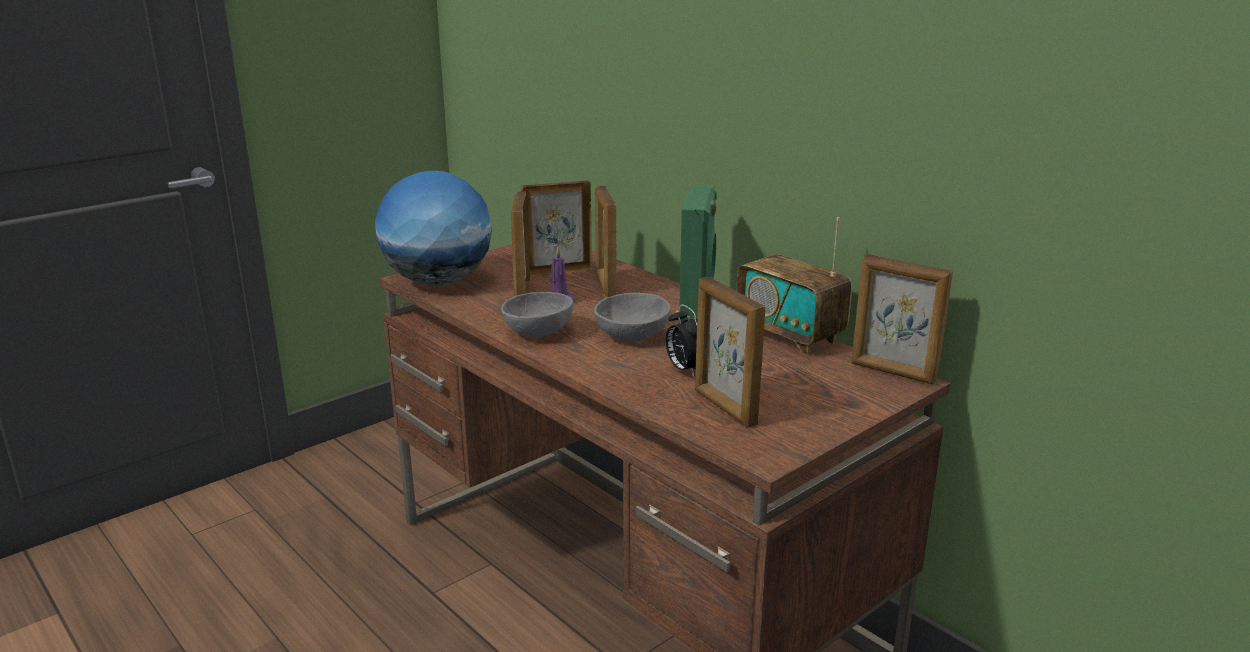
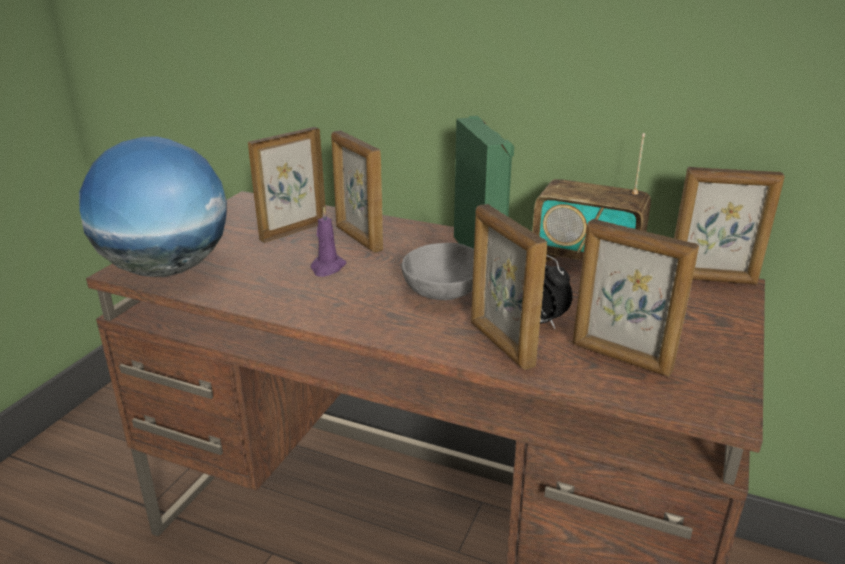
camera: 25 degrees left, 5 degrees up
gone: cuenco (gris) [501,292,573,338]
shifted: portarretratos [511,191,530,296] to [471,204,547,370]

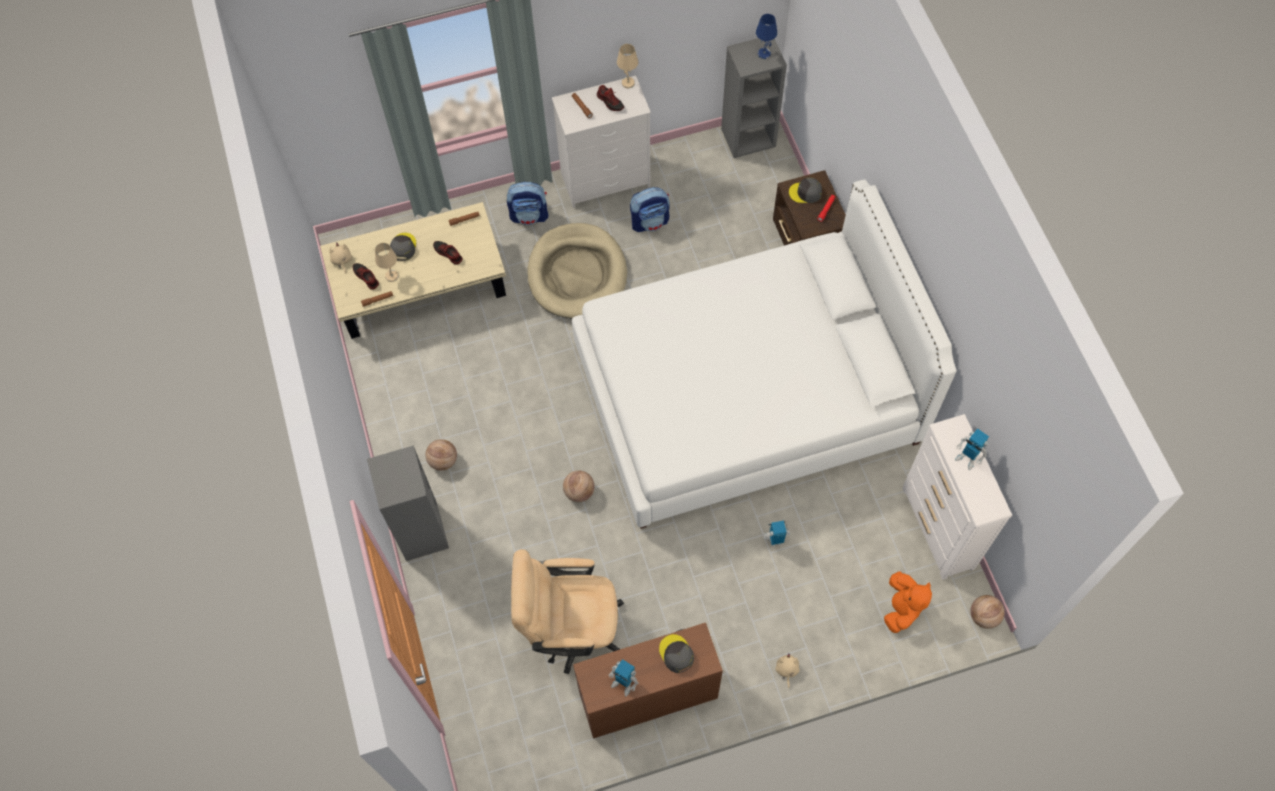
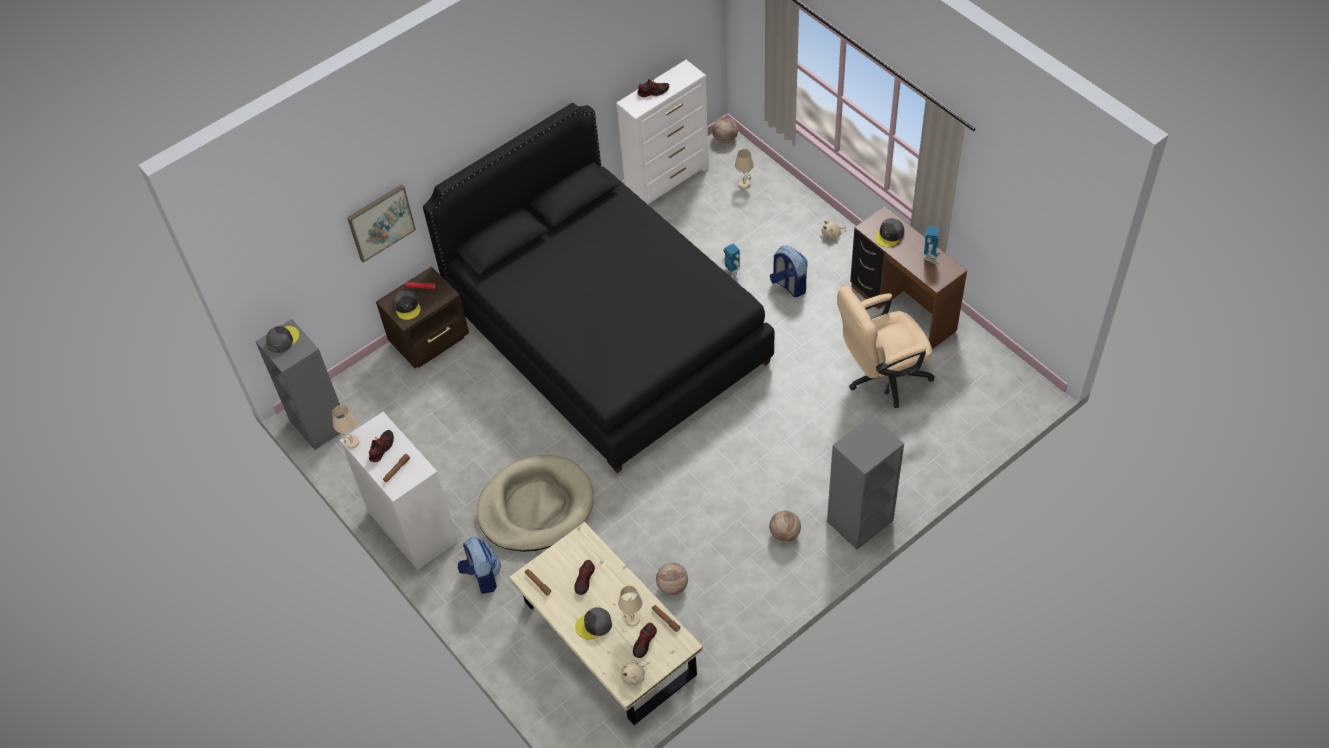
camera: 110 degrees left, 10 degrees down
new: cuadro [347,184,416,263]
shifted: balón de baloncesto [563,471,595,502] to [656,563,688,595]; mochila [630,187,670,232] to [770,245,808,297]
swapped: lámpara de mesa (azul) [756,14,777,59] to gorra (gris) [266,326,299,353]; peluche (naranja) [884,571,932,633] to lámpara de mesa (beis) [735,149,754,189]; robot de juguete [955,428,989,470] to zapato [637,79,669,97]
repainted: cama (blanco) [572,180,957,529] to cama (negro) [423,103,775,473]
rotated: silla de oficina (beis) [511,549,624,674] = [837,285,935,408] 90 degrees clockwise

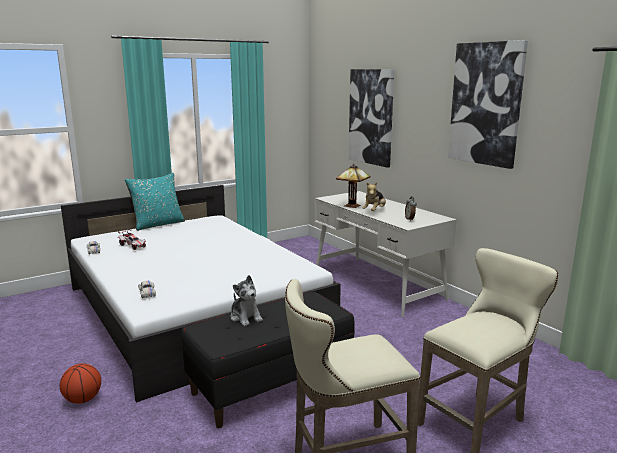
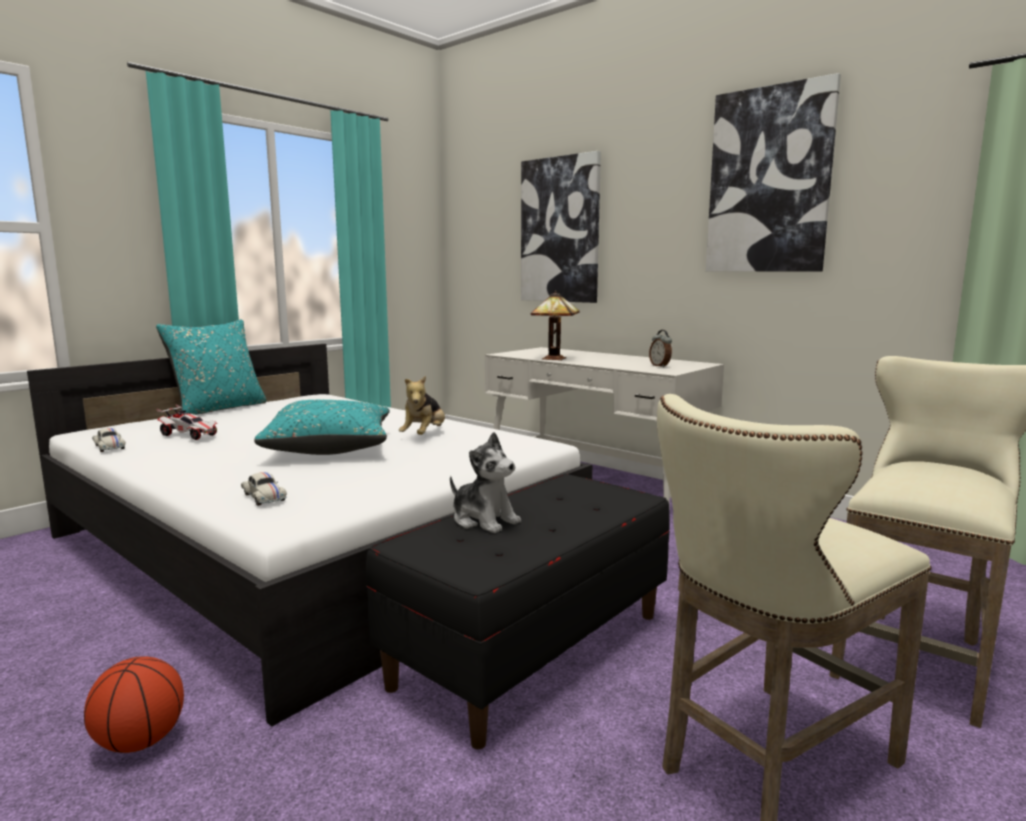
camera: 15 degrees left, 5 degrees down
new: cojín (turquesa) [254,400,390,455]
shifted: peluche [362,182,386,211] to [399,376,445,435]

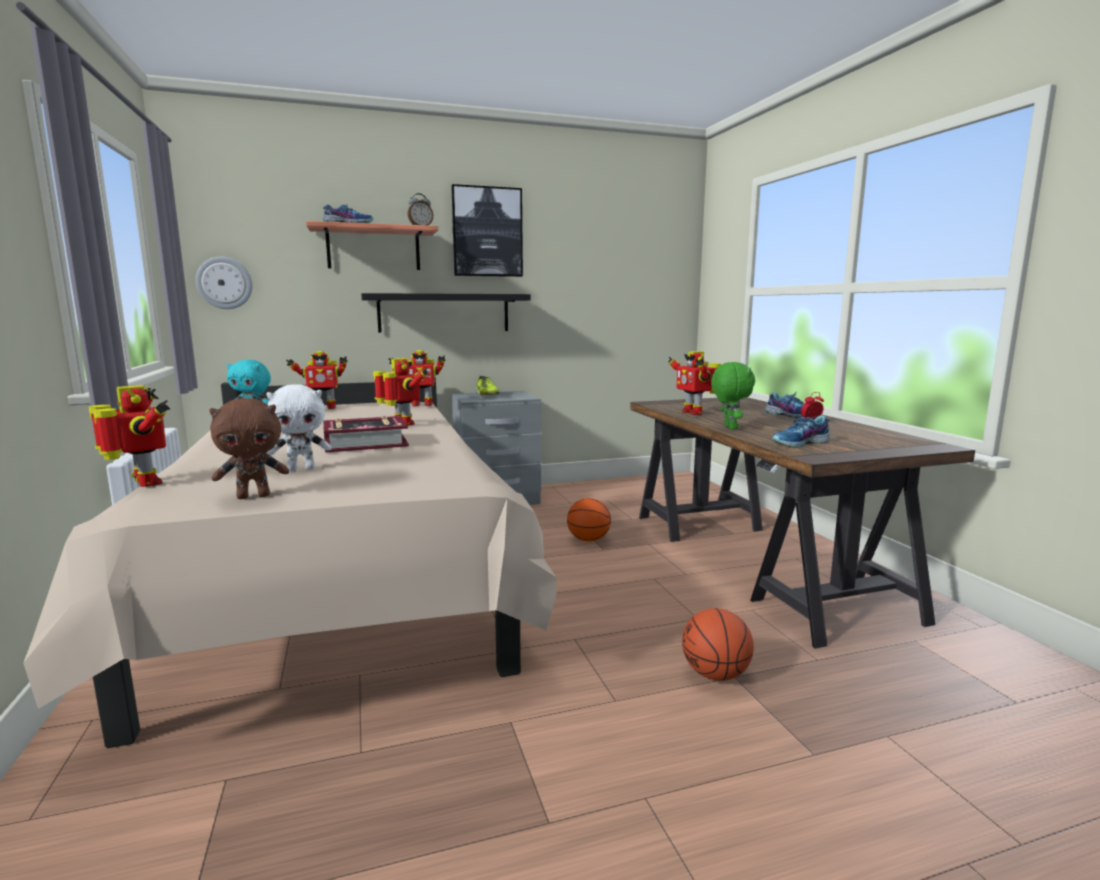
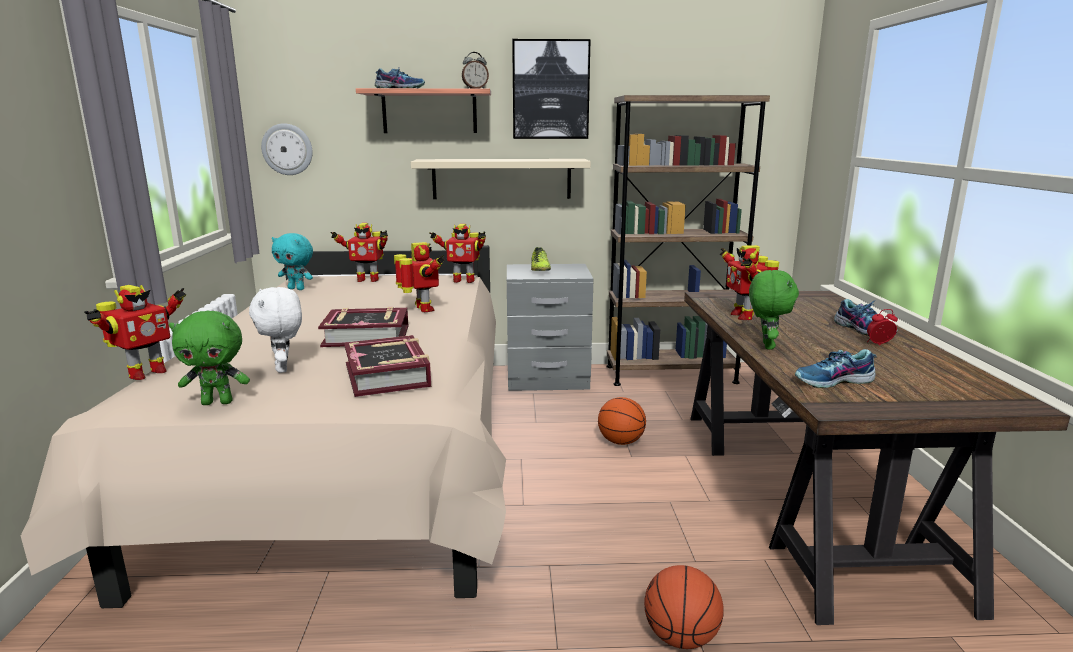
camera: 15 degrees right, 5 degrees up
new: libro [344,335,431,397]; estantería (marrón) [606,95,770,386]
repainted: peluche (marrón) [209,398,289,499] to peluche (verde) [169,311,250,405]; estante (negro) [361,293,531,333] to estante (beis) [411,159,591,199]
rotated: robot de juguete [89,385,170,487] = [84,285,186,380] 60 degrees clockwise; peluche (blanco) [266,384,331,471] = [249,287,302,373] 75 degrees clockwise

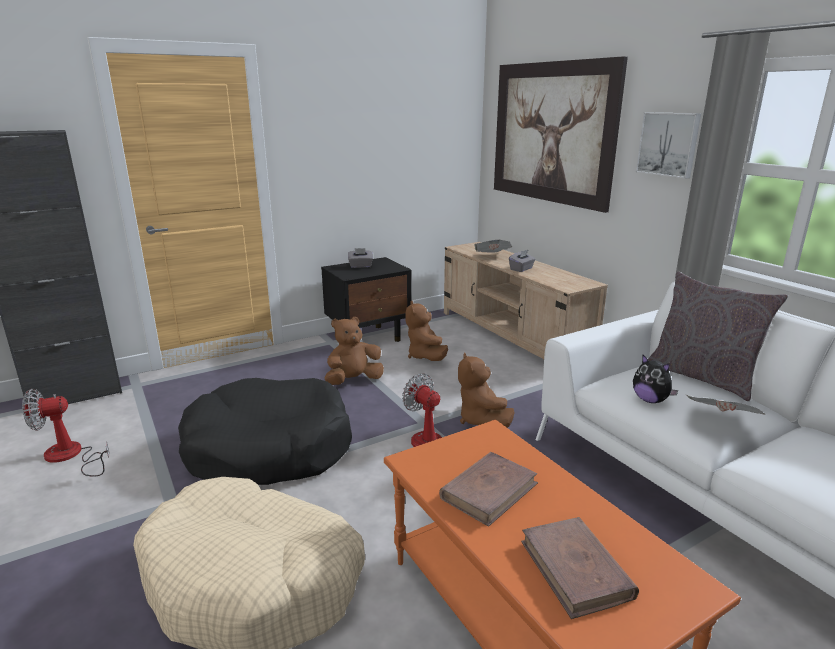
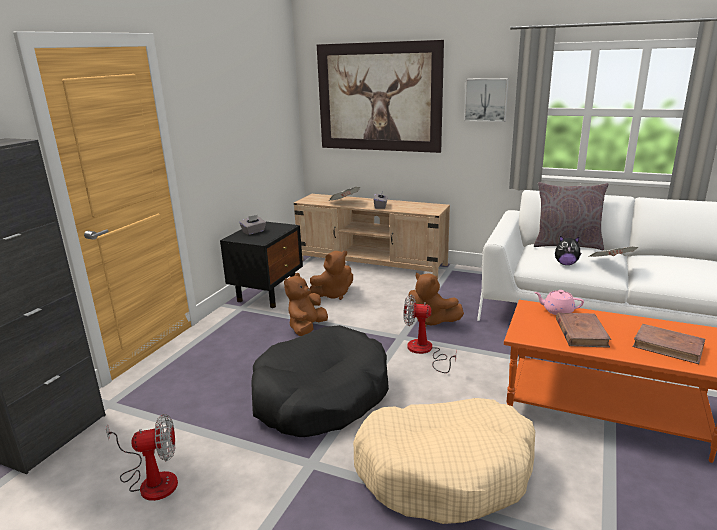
camera: 35 degrees left, 0 degrees up
new: tetera (rosa) [534,290,584,315]
rotated: ventilador [22,389,110,477] = [106,414,178,501] 135 degrees counterclockwise; peluche (marrón) [405,301,448,361] = [310,251,353,300] 75 degrees counterclockwise

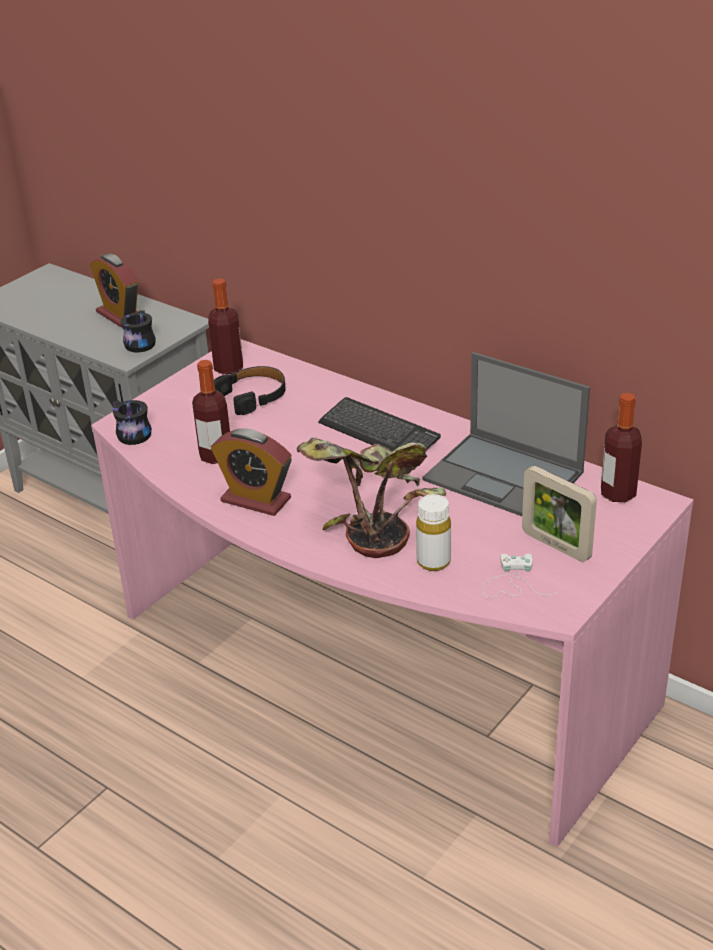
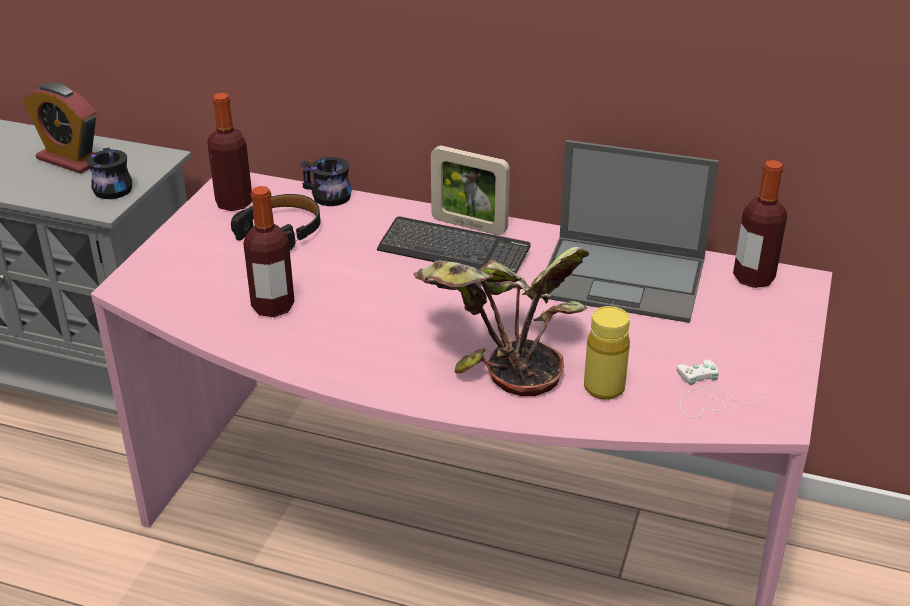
camera: 20 degrees left, 0 degrees up
gone: despertador [211,428,292,516]
shifted: taza grande (negro) [113,400,152,445] to [300,157,352,206]; portarretratos [522,466,597,562] to [431,146,510,235]
repainted: botella (blanco) [416,494,451,571] to botella (amarillo) [584,306,630,400]

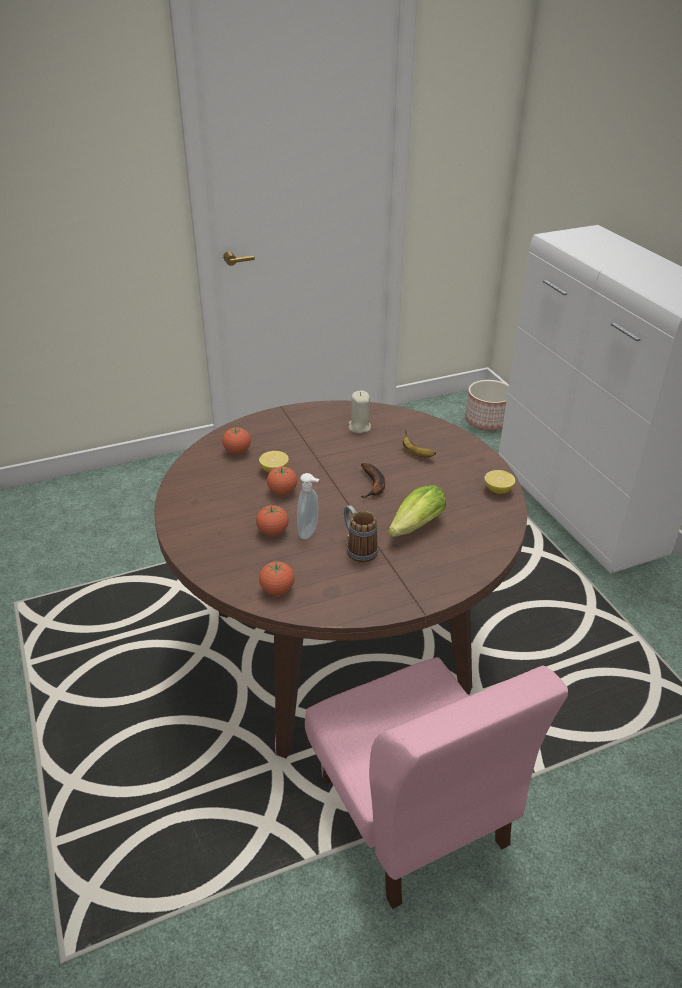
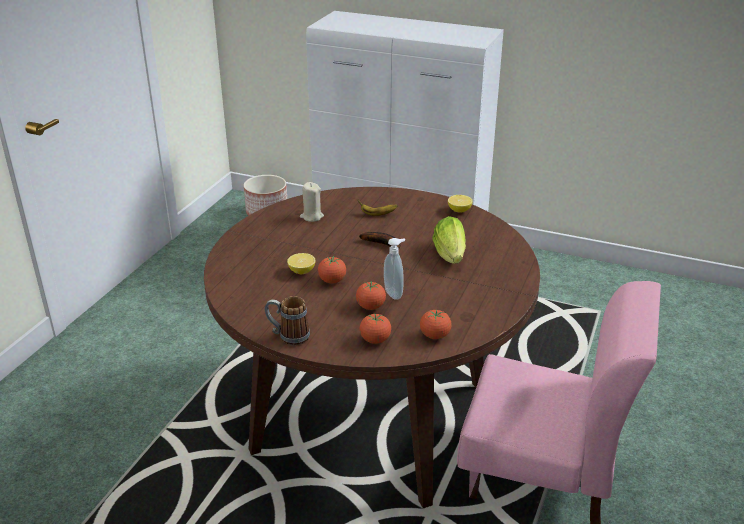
camera: 45 degrees left, 5 degrees down
shifted: tomate [222,427,251,454] to [360,313,391,344]; taza grande [344,505,378,563] to [265,296,310,345]

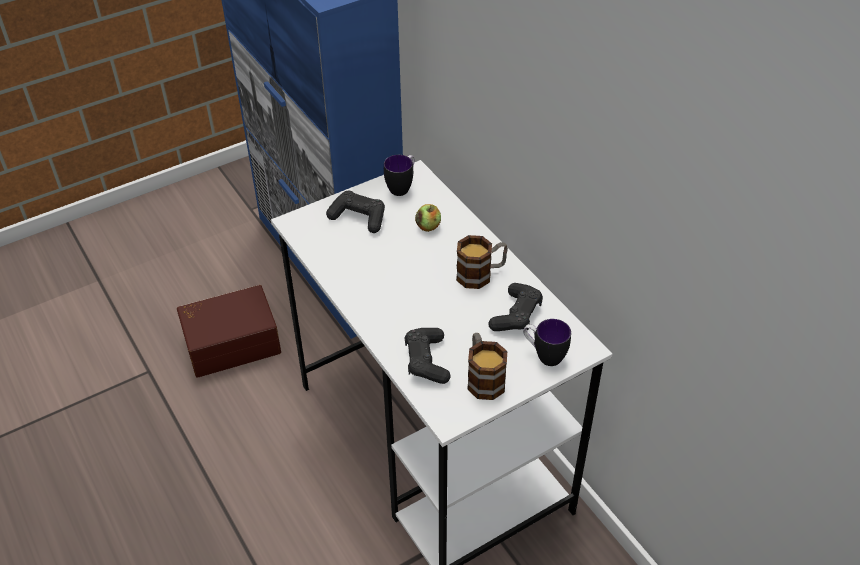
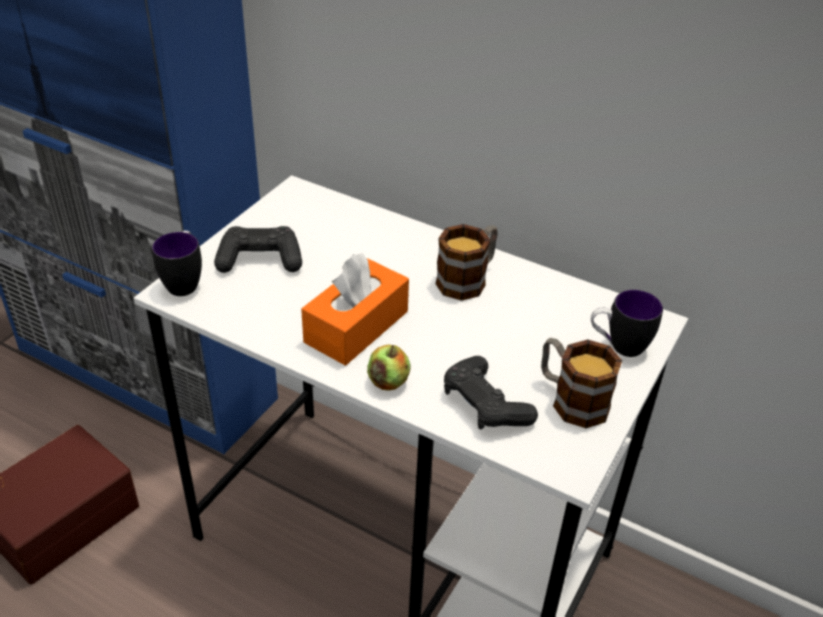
camera: 30 degrees left, 5 degrees down
gone: mando de consola (negro) [488,283,543,331]
new: caja de pañuelos (naranja) [301,253,409,366]
shifted: taza grande [384,155,415,196] to [152,231,202,296]; manzana [415,204,441,232] to [367,345,411,391]

